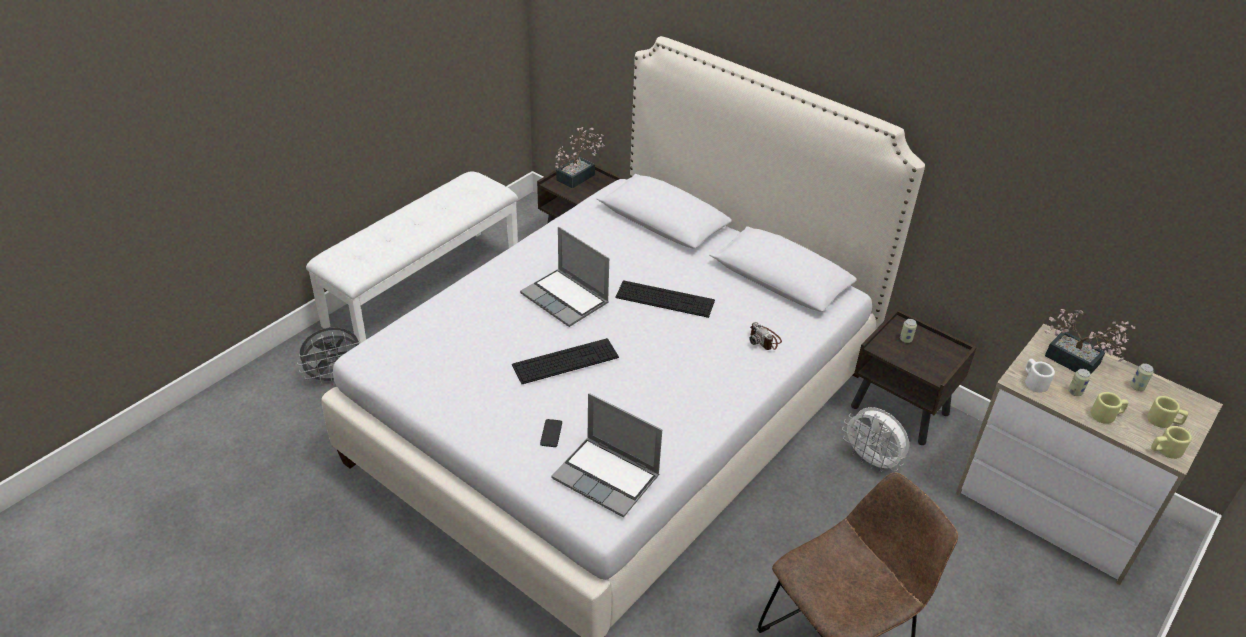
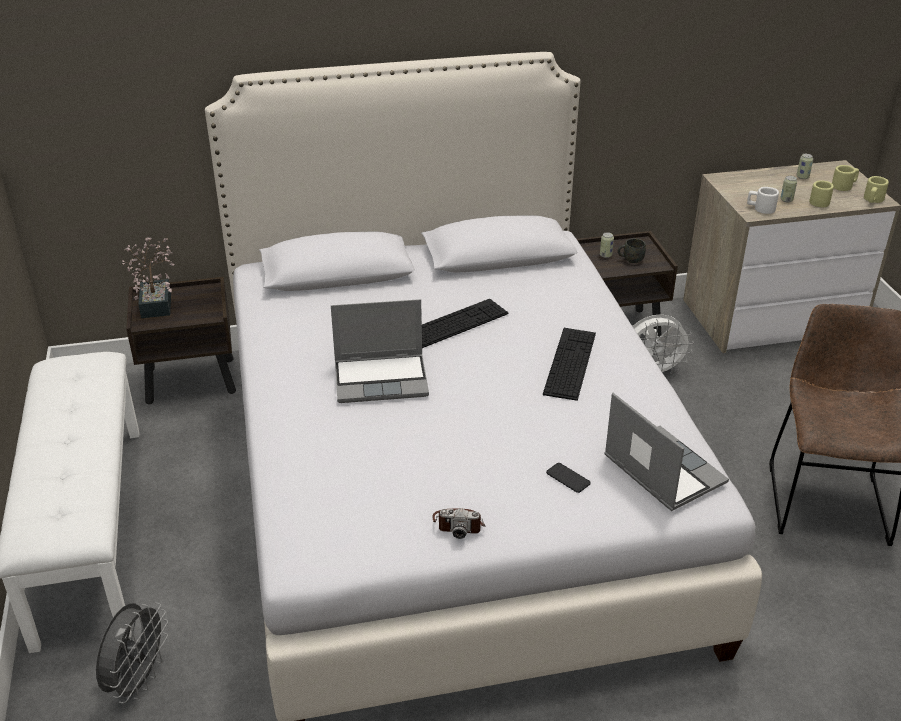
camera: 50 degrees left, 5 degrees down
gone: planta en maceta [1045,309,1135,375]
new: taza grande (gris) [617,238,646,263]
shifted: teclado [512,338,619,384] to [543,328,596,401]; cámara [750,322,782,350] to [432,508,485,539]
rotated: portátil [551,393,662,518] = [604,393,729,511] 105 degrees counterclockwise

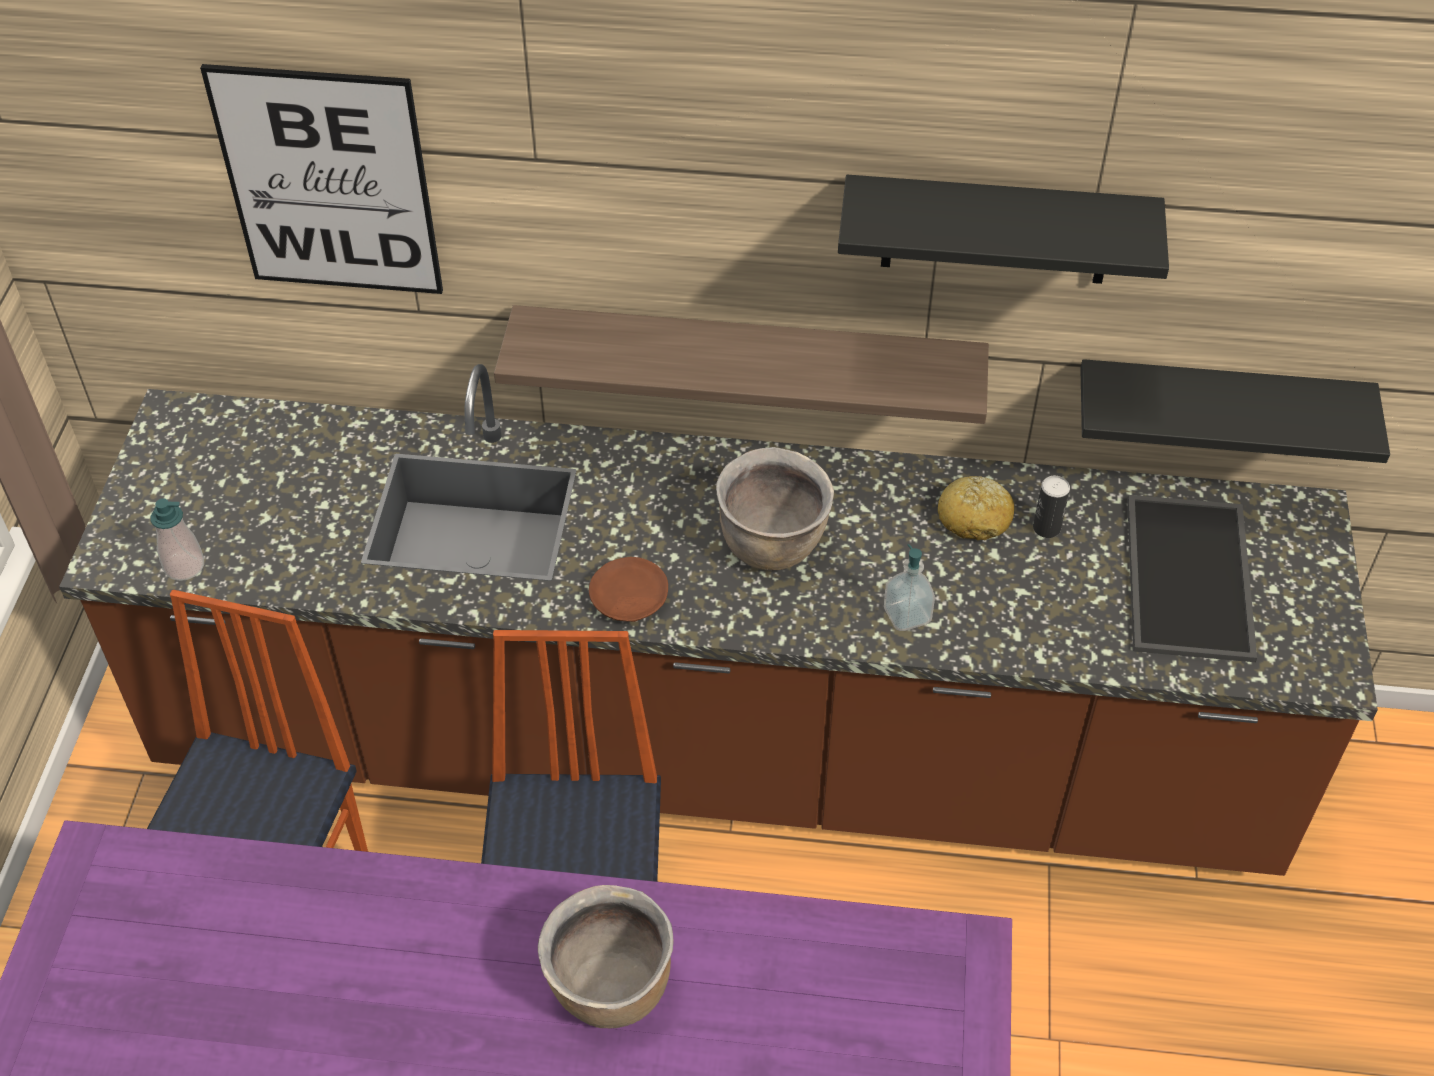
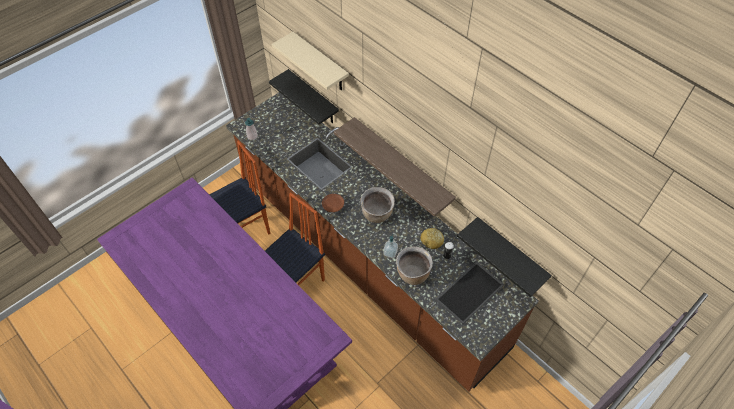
camera: 40 degrees right, 5 degrees up
shifted: olla (marrón) [538,885,674,1028] to [396,246,433,285]; estante (negro) [838,175,1169,284] to [269,69,339,124]
swapped: cuadro [200,64,443,294] to estante (beis) [272,32,349,90]

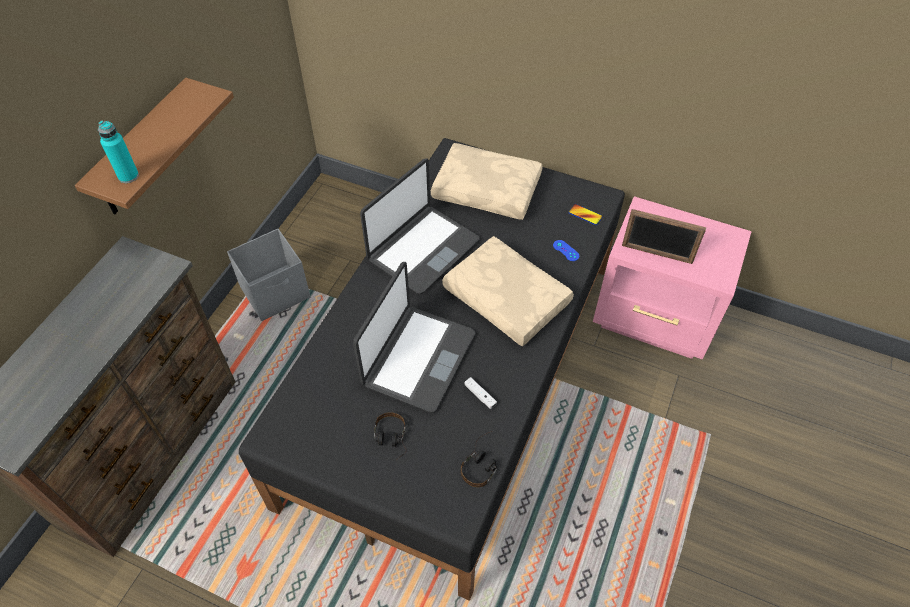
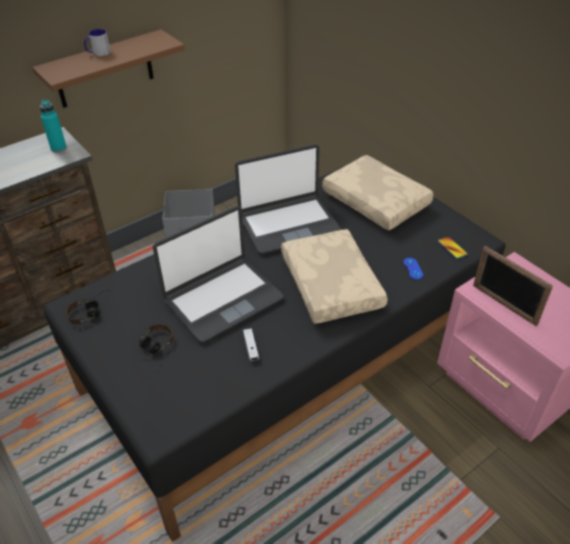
camera: 30 degrees right, 10 degrees down
new: taza grande [84,29,110,56]
shifted: botella (turquesa) [98,121,139,183] to [40,99,67,153]; auriculares [461,431,497,487] to [66,290,108,325]

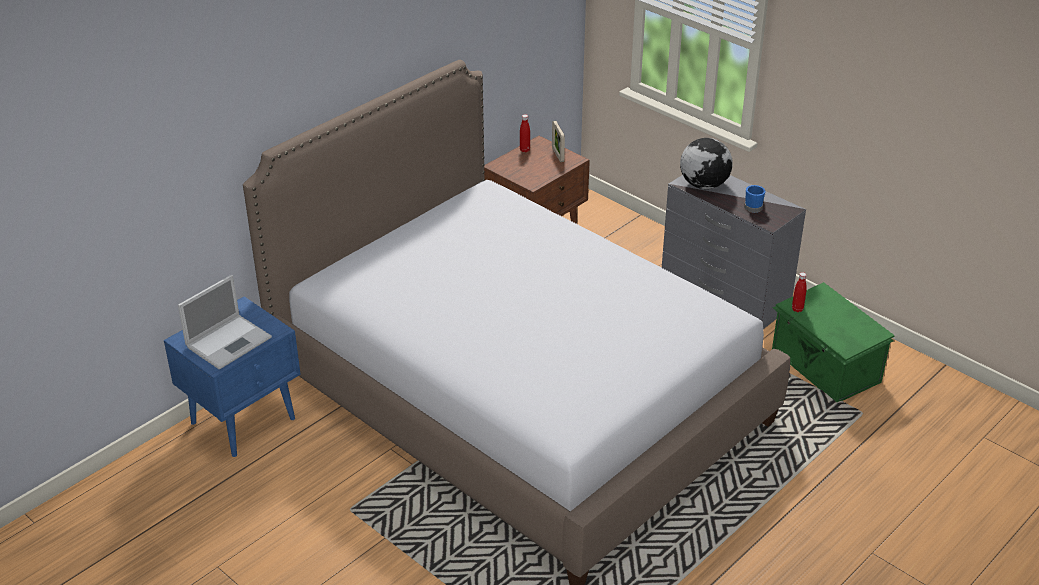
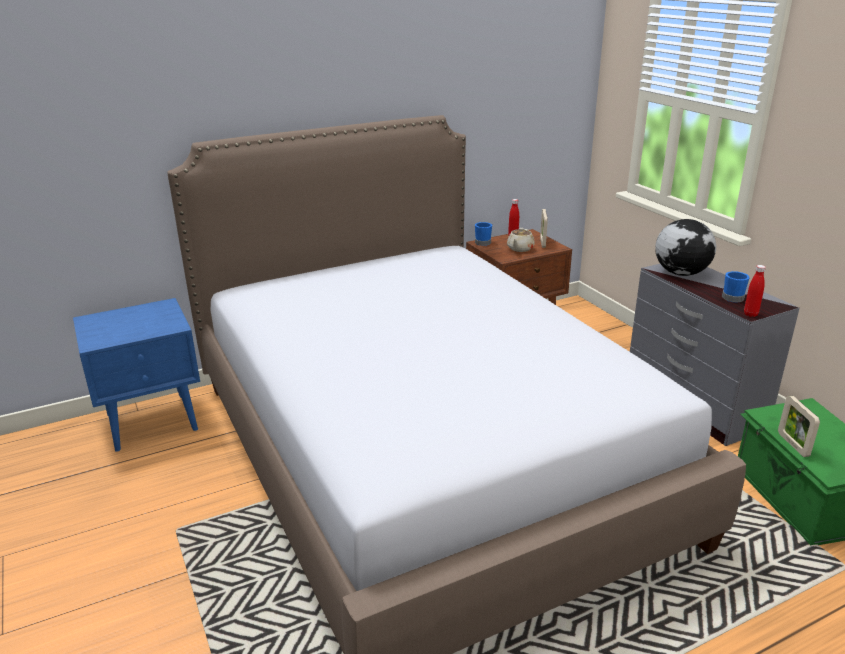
camera: 20 degrees right, 10 degrees down
gone: portátil [178,275,272,370]
new: taza grande (azul) [475,222,492,246]; tetera (beis) [507,228,535,252]; portarretratos [778,396,820,457]
shifted: botella (rojo) [792,272,807,312] to [744,265,766,317]

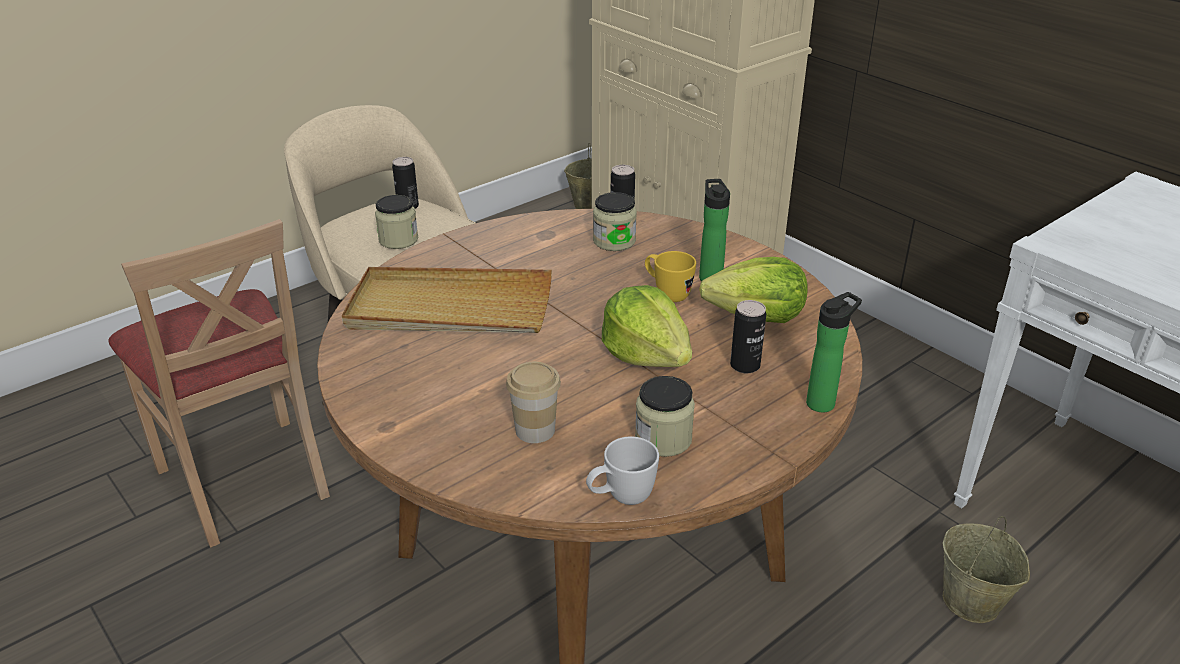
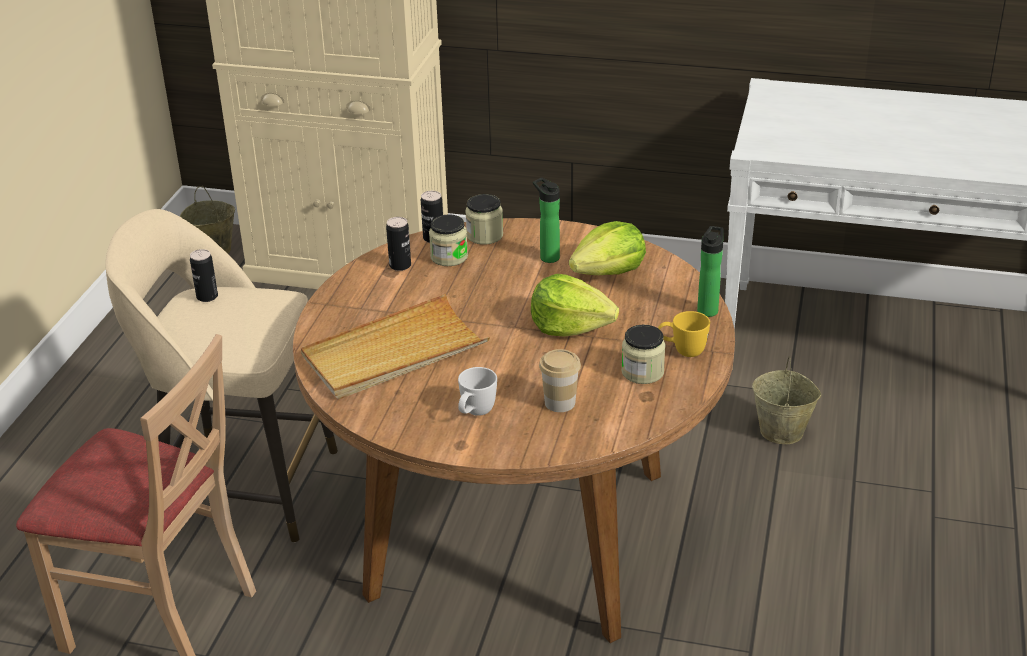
camera: 35 degrees left, 0 degrees up
shifted: tarro [375,195,418,249] to [465,194,503,245]; taza grande (blanco) [586,436,659,505] to [458,367,497,416]; taza grande (amarillo) [645,251,696,302] to [658,311,710,357]; lata [730,300,766,373] to [386,217,411,271]

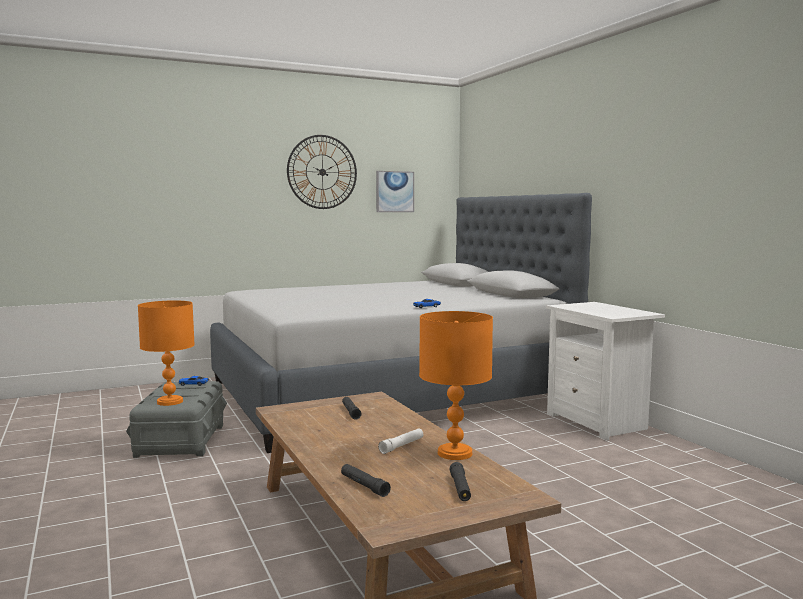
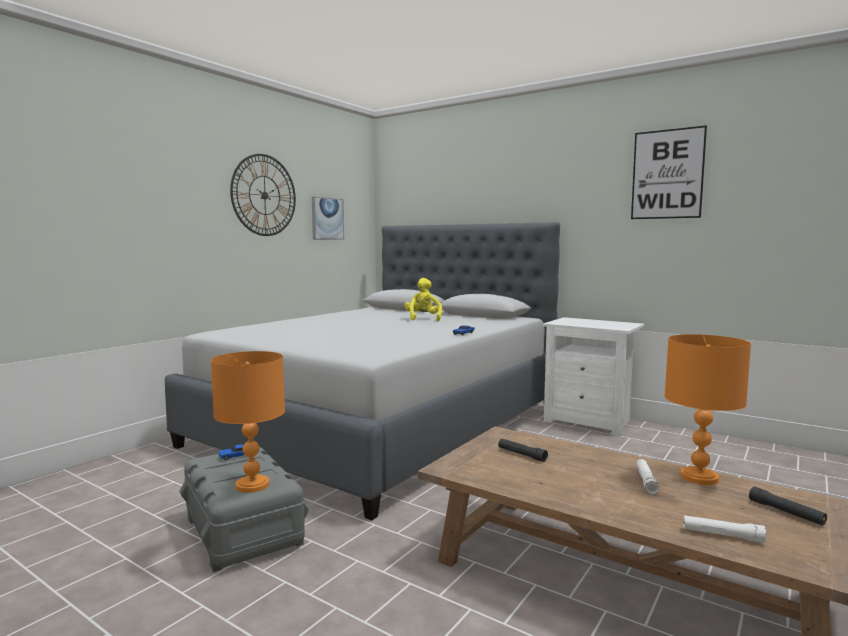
camera: 30 degrees left, 0 degrees up
new: peluche (amarillo) [405,278,442,321]; cuadro [631,125,707,219]
repainted: linterna (negro) [341,464,391,497] to linterna (blanco) [683,515,766,543]

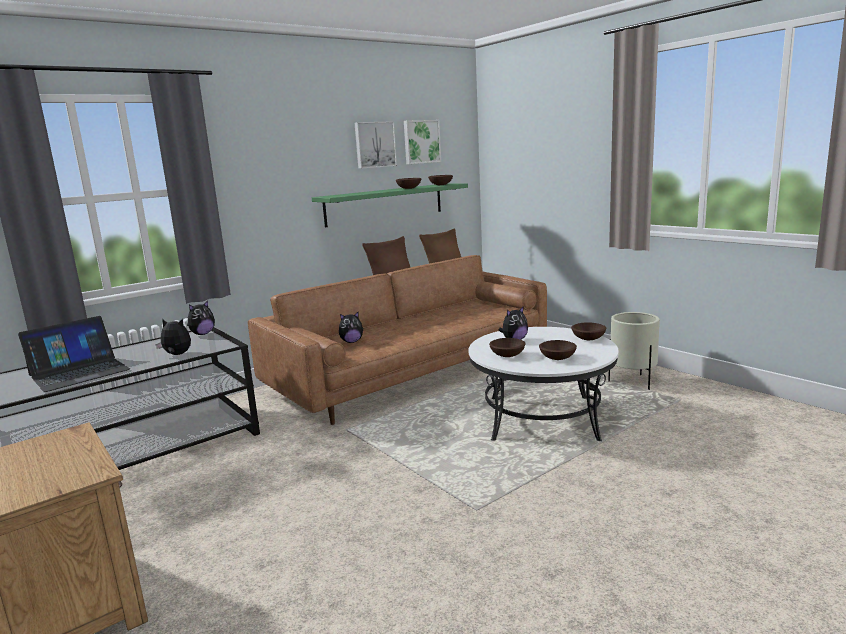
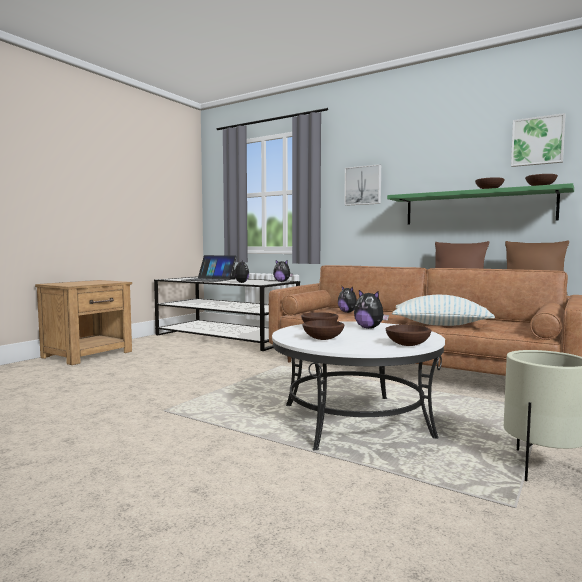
camera: 70 degrees right, 10 degrees down
new: cojín [392,295,495,326]
shifted: cuadro [355,121,397,169] to [344,164,381,206]

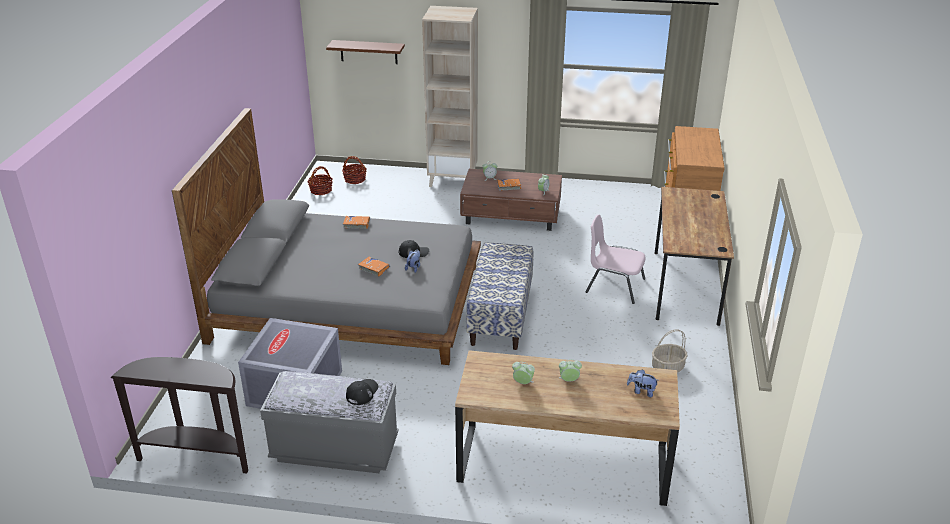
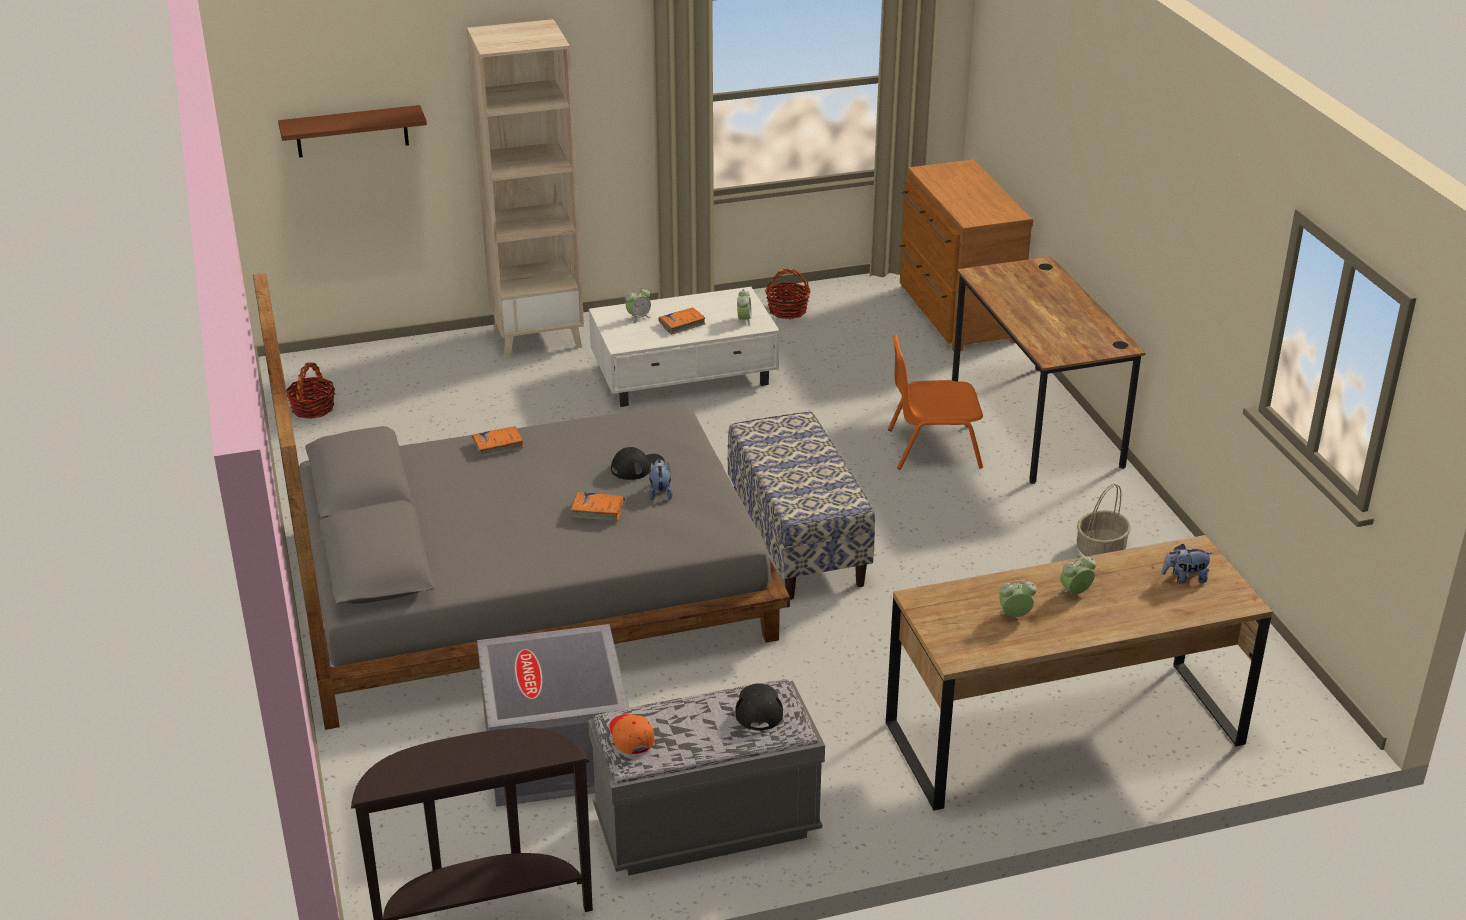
camera: 25 degrees left, 0 degrees up
new: gorra (naranja) [609,714,654,754]
shifted: cesta [342,156,367,184] to [765,269,811,319]
repainted: mesa de centro (marrón) [460,169,562,231] to mesa de centro (blanco) [589,287,779,407]; silla (rosa) [586,215,646,304] to silla (naranja) [888,334,983,470]

